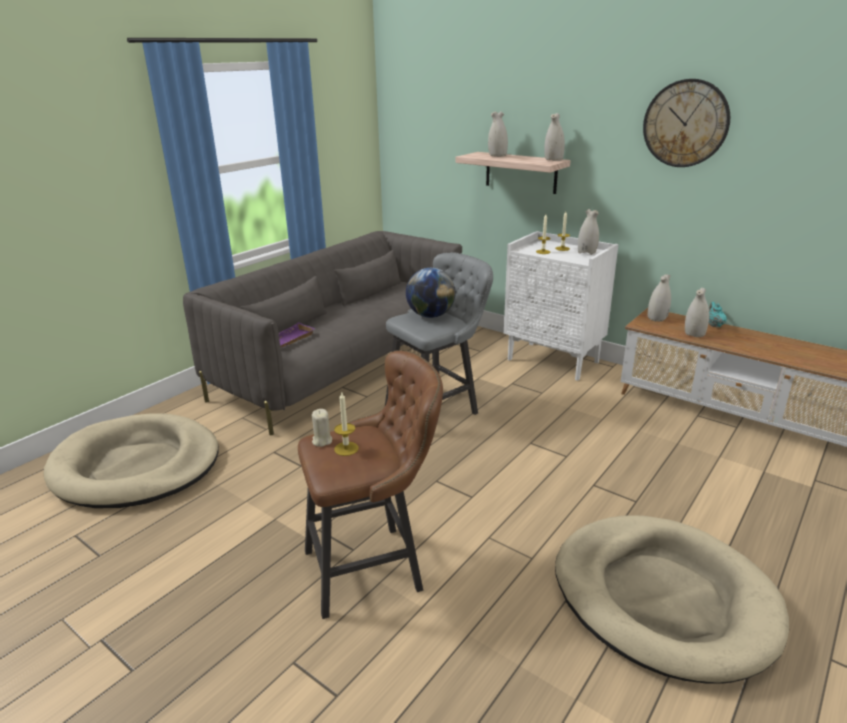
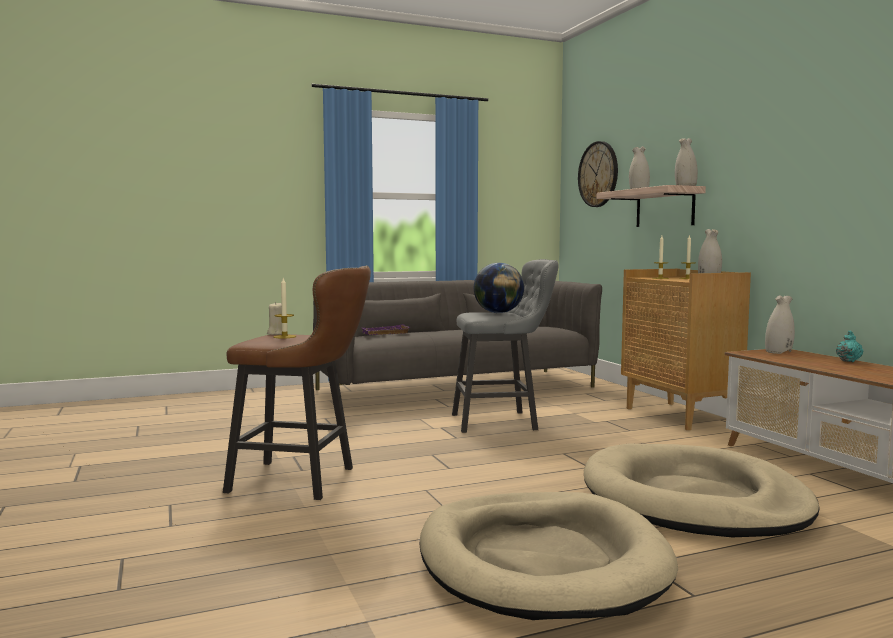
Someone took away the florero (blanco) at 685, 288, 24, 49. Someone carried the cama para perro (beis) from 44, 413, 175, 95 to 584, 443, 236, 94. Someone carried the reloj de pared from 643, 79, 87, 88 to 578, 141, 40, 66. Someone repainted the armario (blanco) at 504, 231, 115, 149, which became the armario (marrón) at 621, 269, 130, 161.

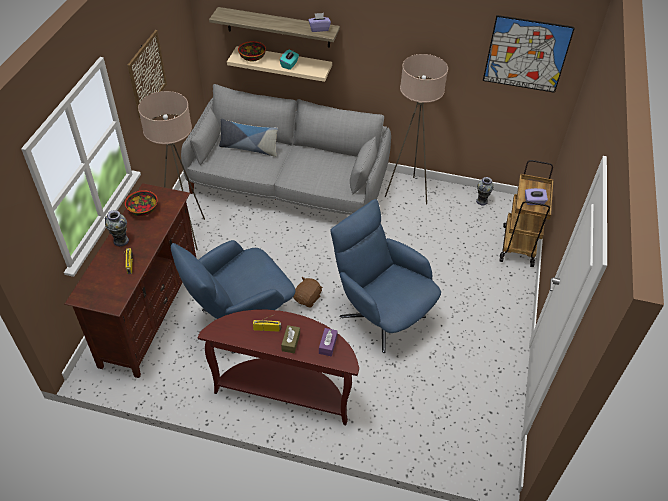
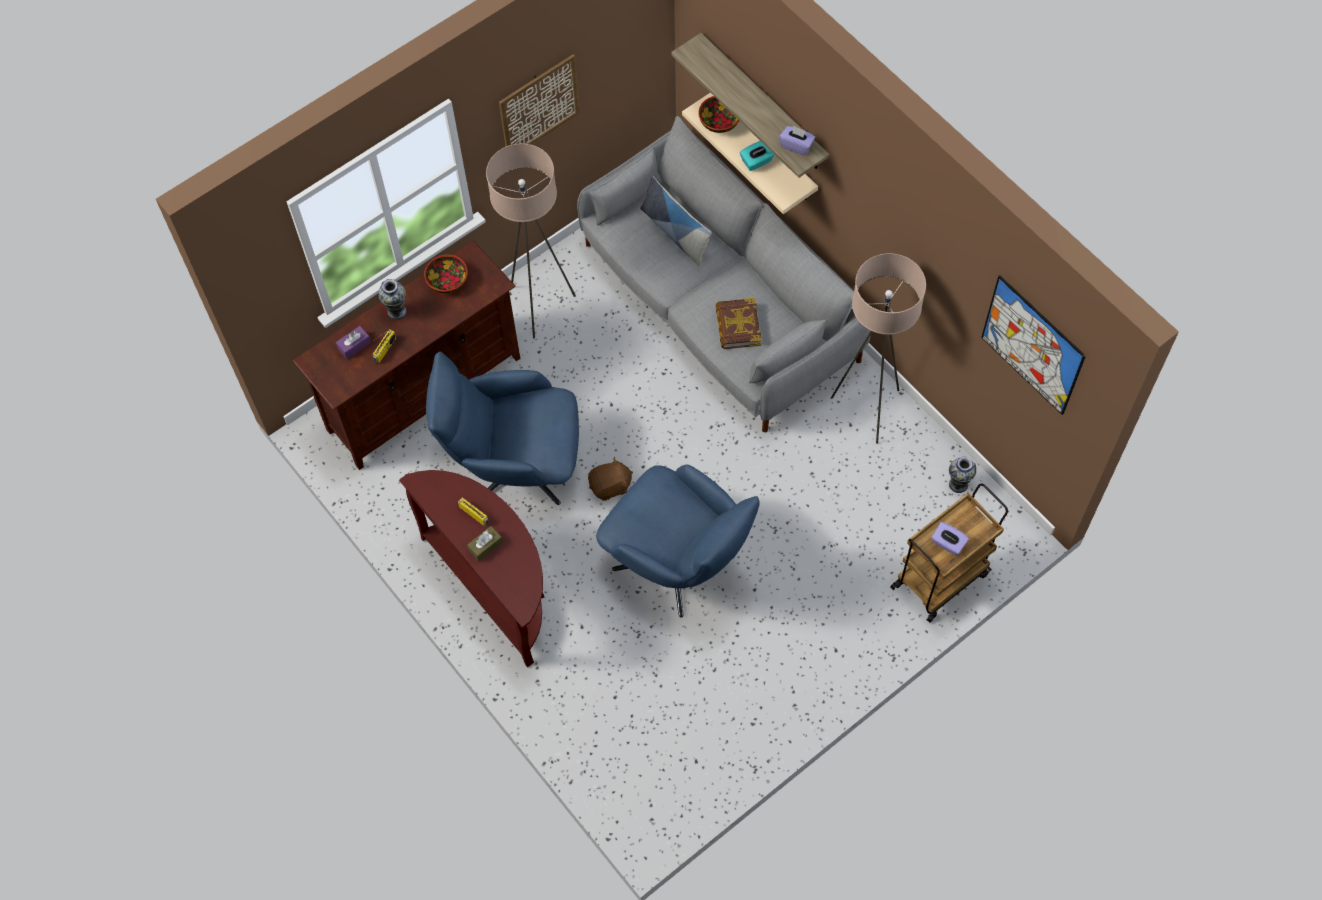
Someone put down the libro at 716, 298, 45, 51. Someone carried the caja de pañuelos (morado) from 319, 328, 19, 28 to 336, 326, 35, 33. Someone rotated the sillón (azul) at 331, 199, 110, 154 by 135 degrees clockwise.

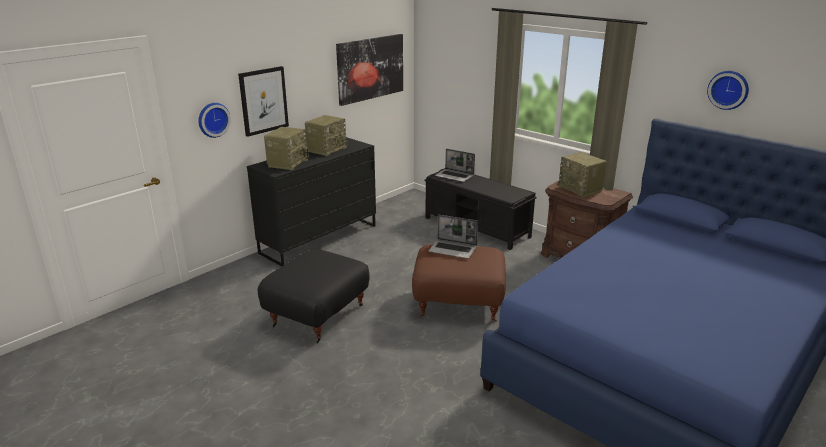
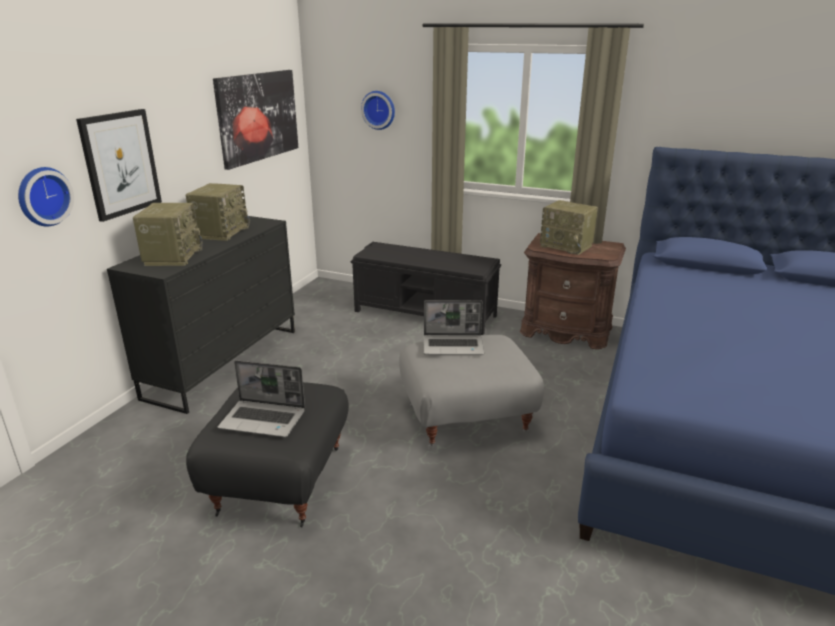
Someone carried the portátil from 435, 149, 40, 33 to 218, 360, 87, 77. Someone carried the reloj de pared from 707, 71, 42, 39 to 361, 91, 34, 39. Someone repainted the puf (marrón) at 412, 244, 94, 78, which became the puf (gris) at 399, 335, 145, 114.

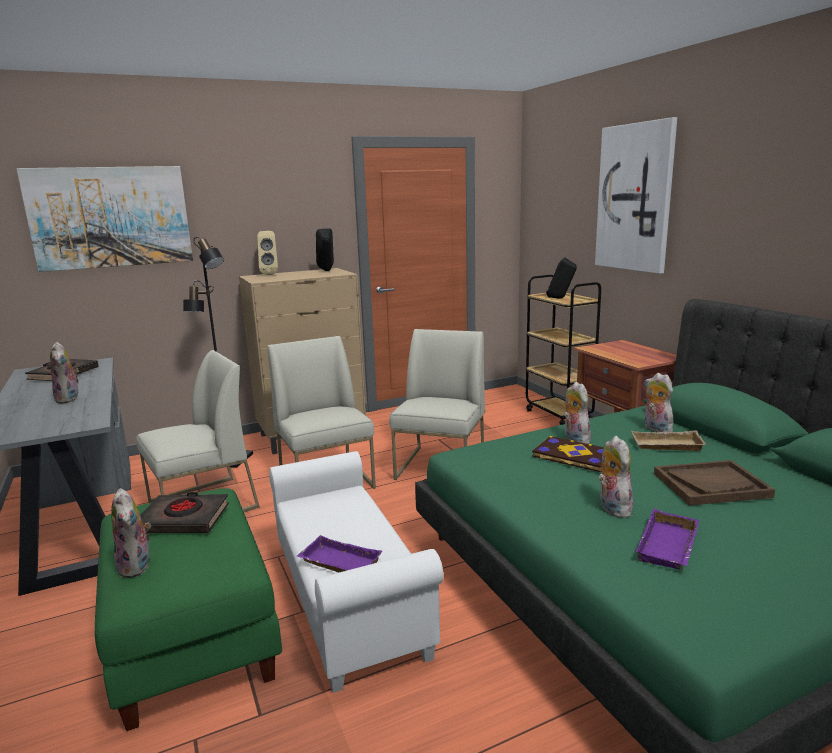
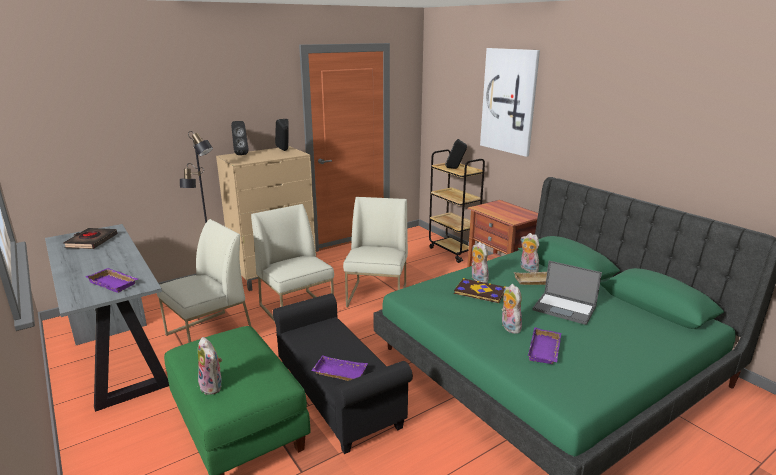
Someone took away the cuadro at 16, 166, 177, 106. Someone took away the peluche at 50, 342, 29, 62. Someone took away the libro (negro) at 140, 492, 89, 41. Someone put down the bandeja (morado) at 85, 268, 53, 25. Someone swapped the bandeja (marrón) at 654, 460, 121, 46 for the portátil at 532, 261, 70, 64. Someone repainted the altavoz (beis) at 258, 231, 20, 44, which became the altavoz (negro) at 231, 121, 18, 34. Someone repainted the puf (blanco) at 269, 451, 174, 242, which became the puf (negro) at 273, 293, 140, 161.

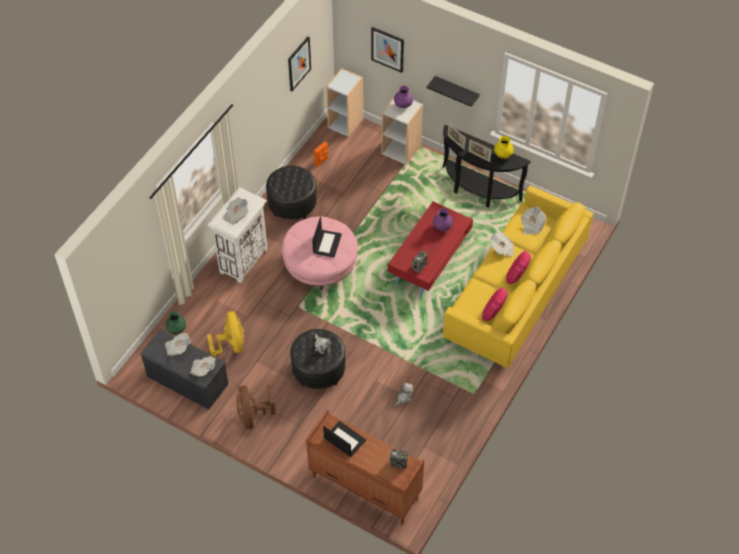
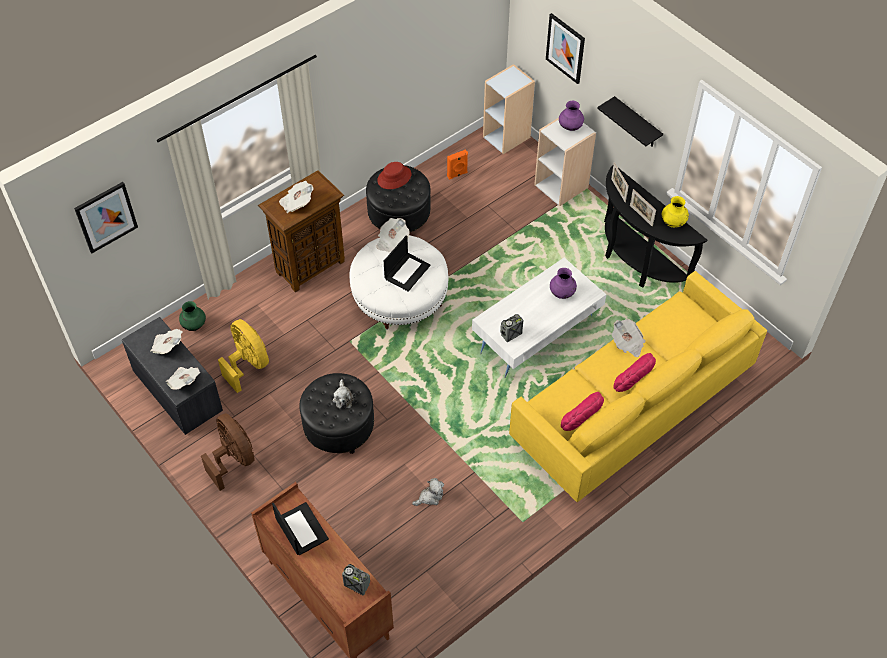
Someone put down the sombrero (rojo) at 377, 162, 34, 27. Someone carried the cuadro from 288, 36, 23, 55 to 74, 182, 64, 71. Someone carried the periódico from 521, 207, 26, 28 to 376, 218, 33, 34. Someone repainted the armario (blanco) at 207, 187, 60, 96, which became the armario (marrón) at 258, 170, 87, 122. Someone repainted the puf (rosa) at 282, 217, 76, 74, which became the puf (blanco) at 349, 235, 100, 95. Someone repainted the mesa de centro (rojo) at 388, 202, 85, 97, which became the mesa de centro (blanco) at 472, 258, 135, 119. Someone rotated the ventilador (amarillo) at 207, 312, 37, 45 by 45 degrees counterclockwise. Someone rotated the ventilador (marrón) at 236, 385, 40, 44 by 135 degrees clockwise.

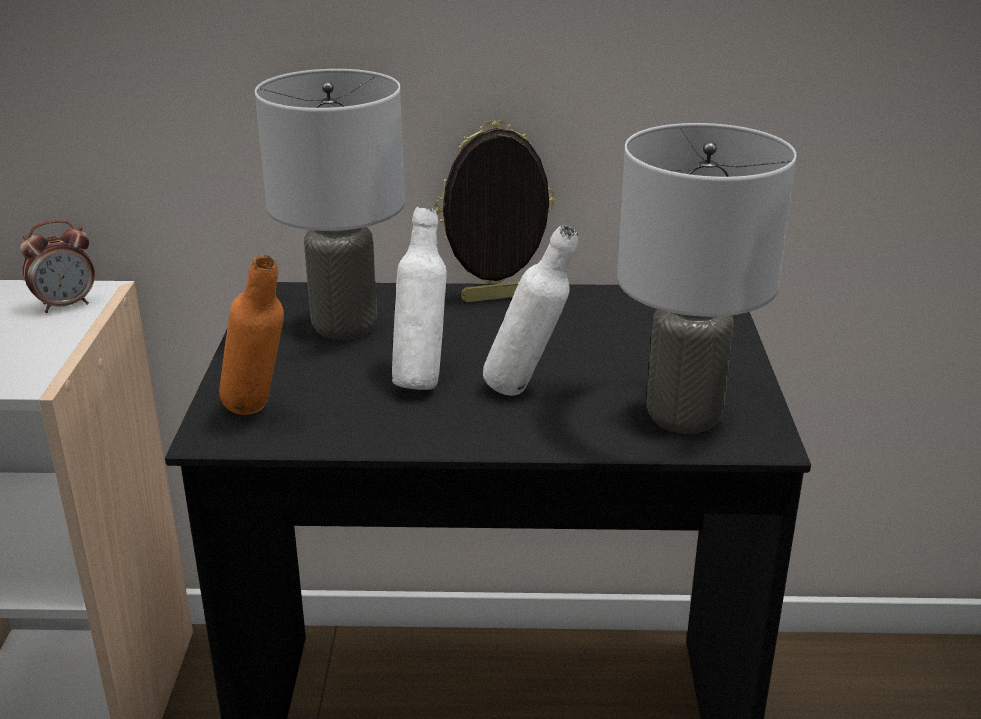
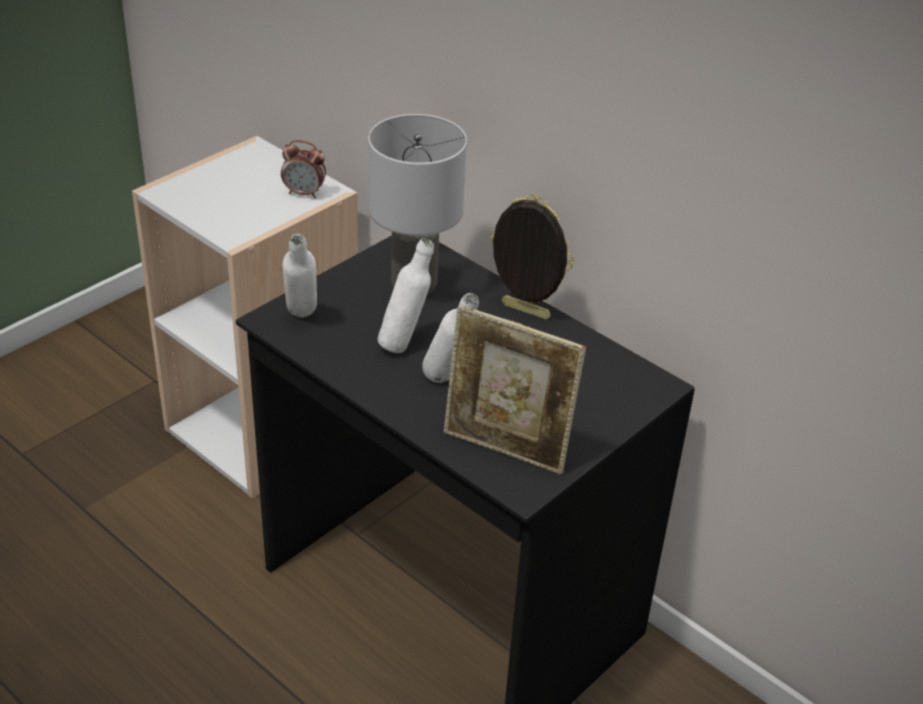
Someone swapped the lámpara de mesa (blanco) at 617, 123, 180, 311 for the portarretratos at 444, 305, 142, 170. Someone repainted the botella (naranja) at 219, 255, 65, 160, which became the botella (blanco) at 283, 234, 34, 83.

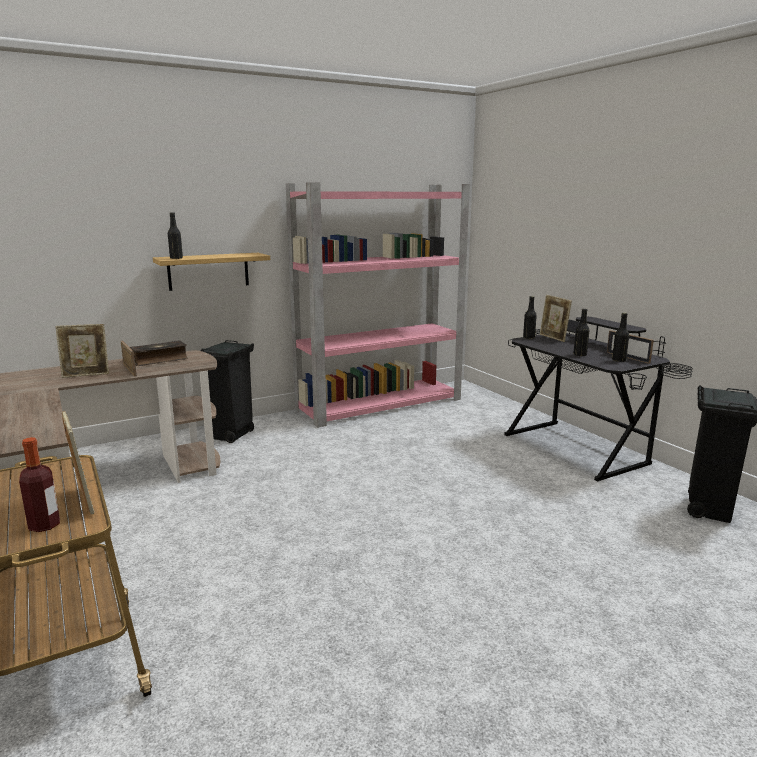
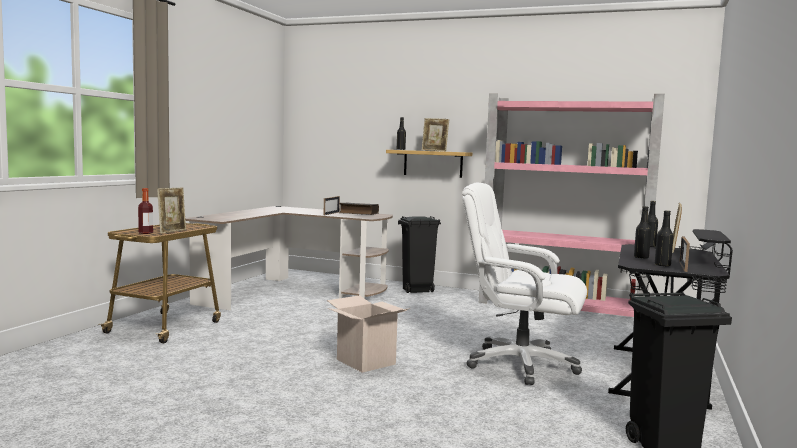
Someone put down the caja de cartón at 327, 295, 83, 78. Someone put down the silla de oficina (blanco) at 462, 183, 125, 202. Someone carried the portarretratos from 55, 324, 54, 54 to 422, 118, 27, 33.

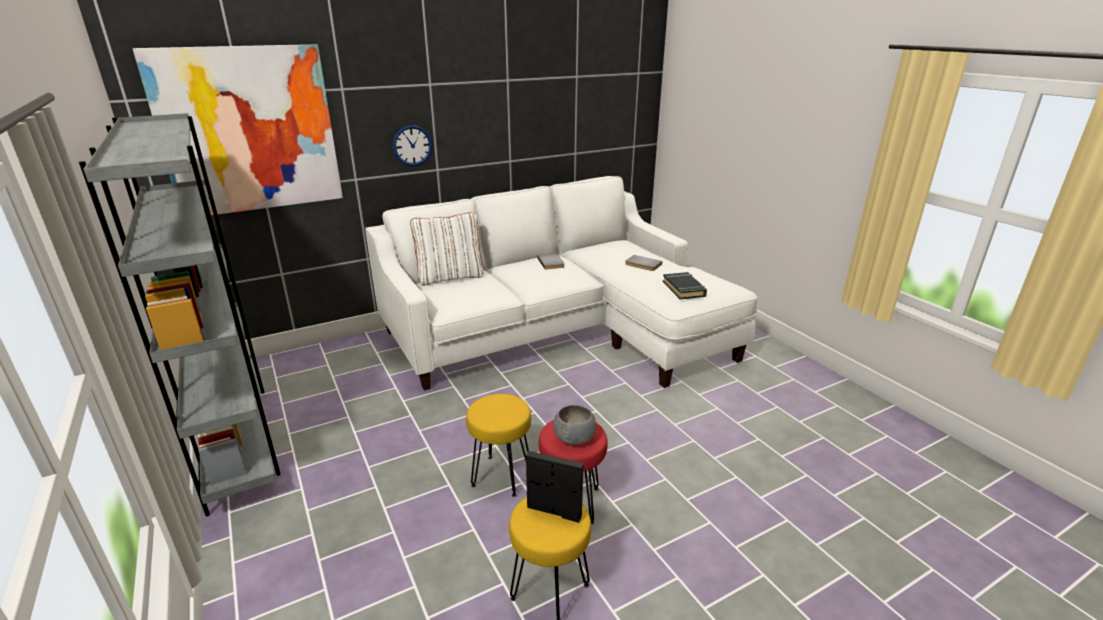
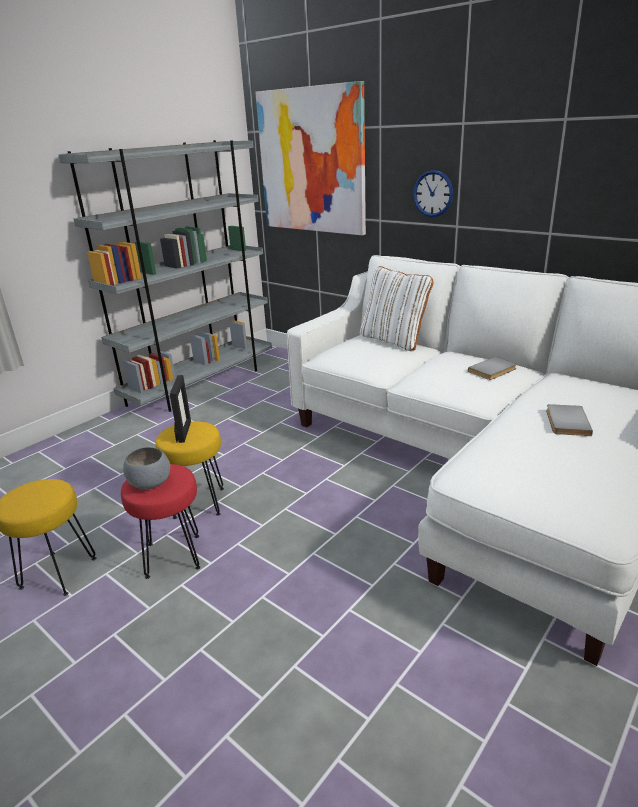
Someone took away the libro (negro) at 663, 272, 44, 27. Someone carried the portarretratos from 526, 451, 57, 72 to 170, 375, 21, 68.

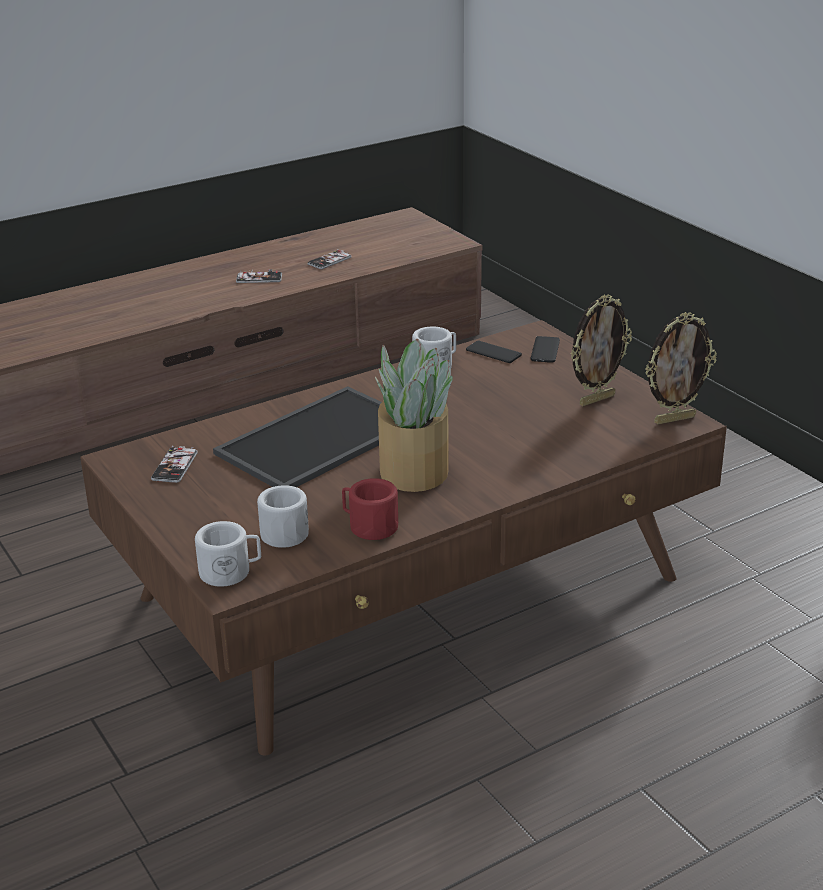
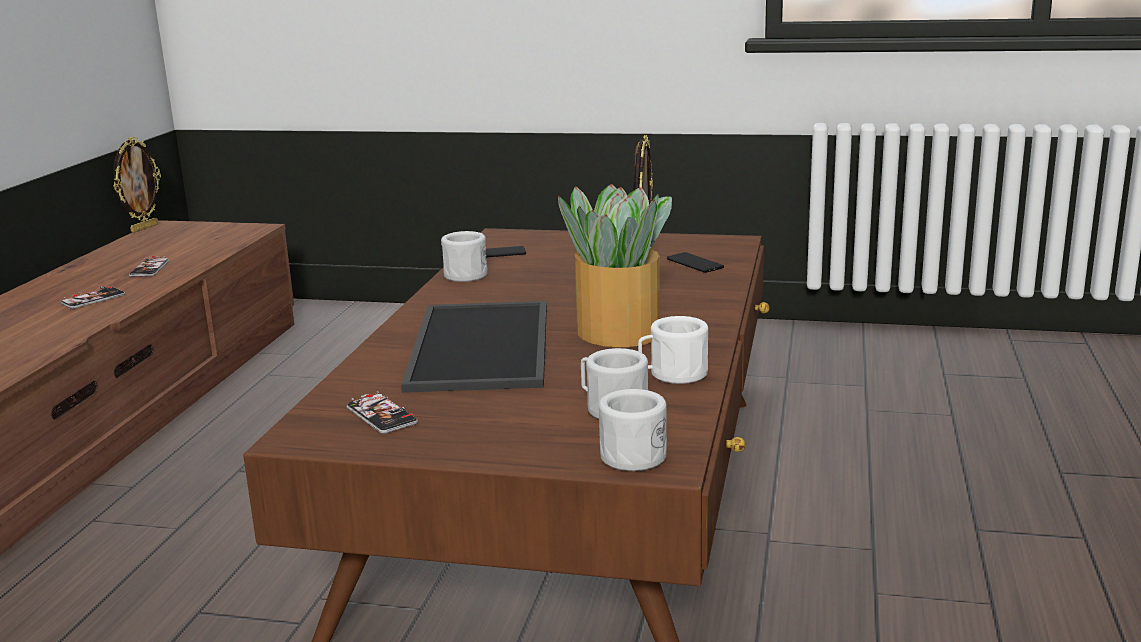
Someone carried the móvil from 531, 336, 29, 27 to 667, 252, 57, 21. Someone carried the portarretratos from 645, 312, 72, 113 to 113, 137, 48, 96. Someone repainted the taza grande (rojo) at 342, 478, 56, 62, which became the taza grande (blanco) at 638, 316, 70, 68.

